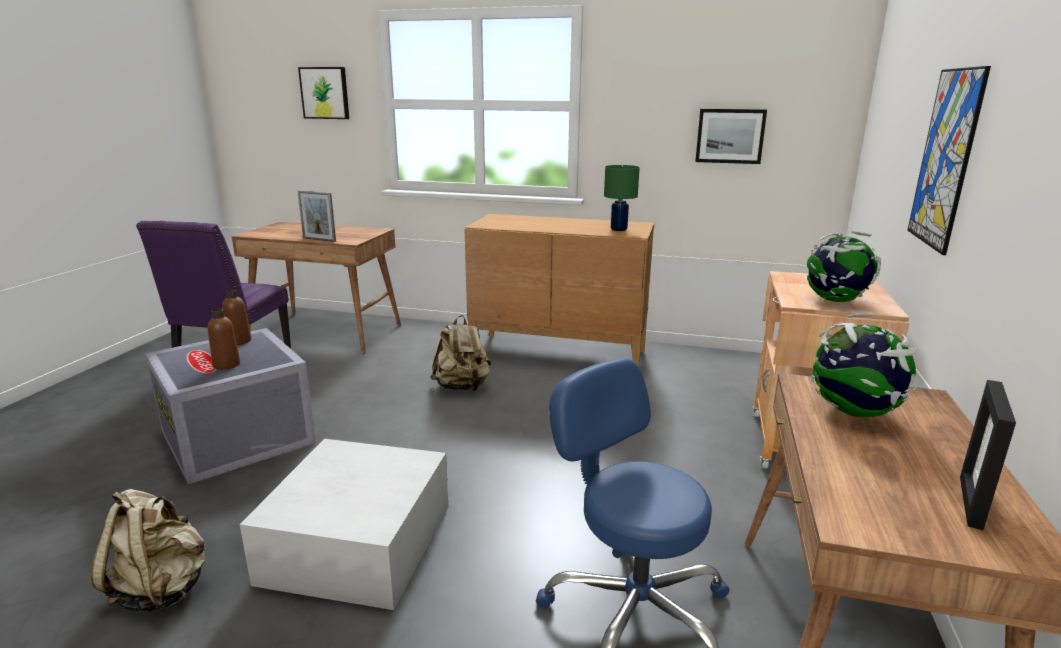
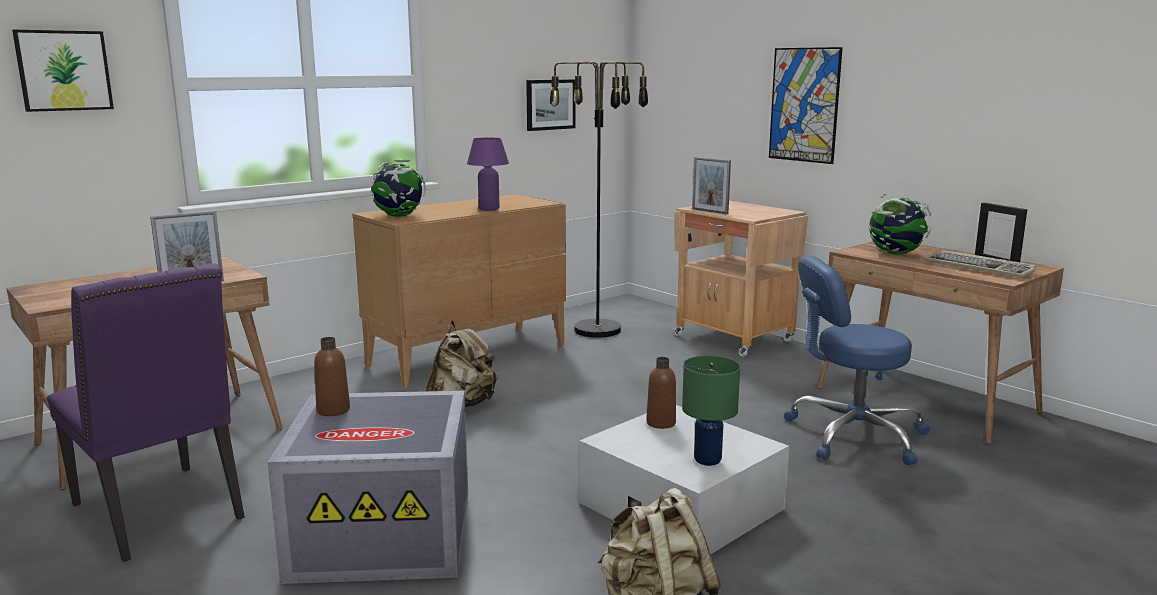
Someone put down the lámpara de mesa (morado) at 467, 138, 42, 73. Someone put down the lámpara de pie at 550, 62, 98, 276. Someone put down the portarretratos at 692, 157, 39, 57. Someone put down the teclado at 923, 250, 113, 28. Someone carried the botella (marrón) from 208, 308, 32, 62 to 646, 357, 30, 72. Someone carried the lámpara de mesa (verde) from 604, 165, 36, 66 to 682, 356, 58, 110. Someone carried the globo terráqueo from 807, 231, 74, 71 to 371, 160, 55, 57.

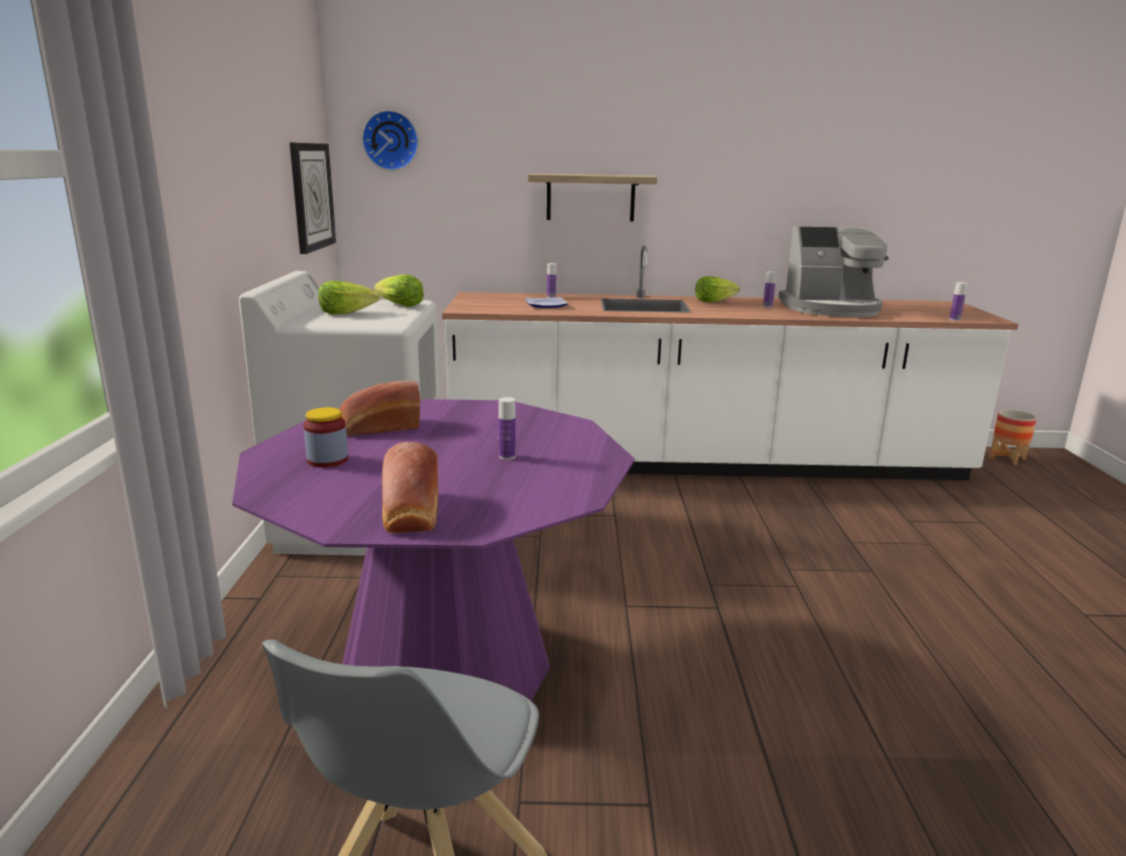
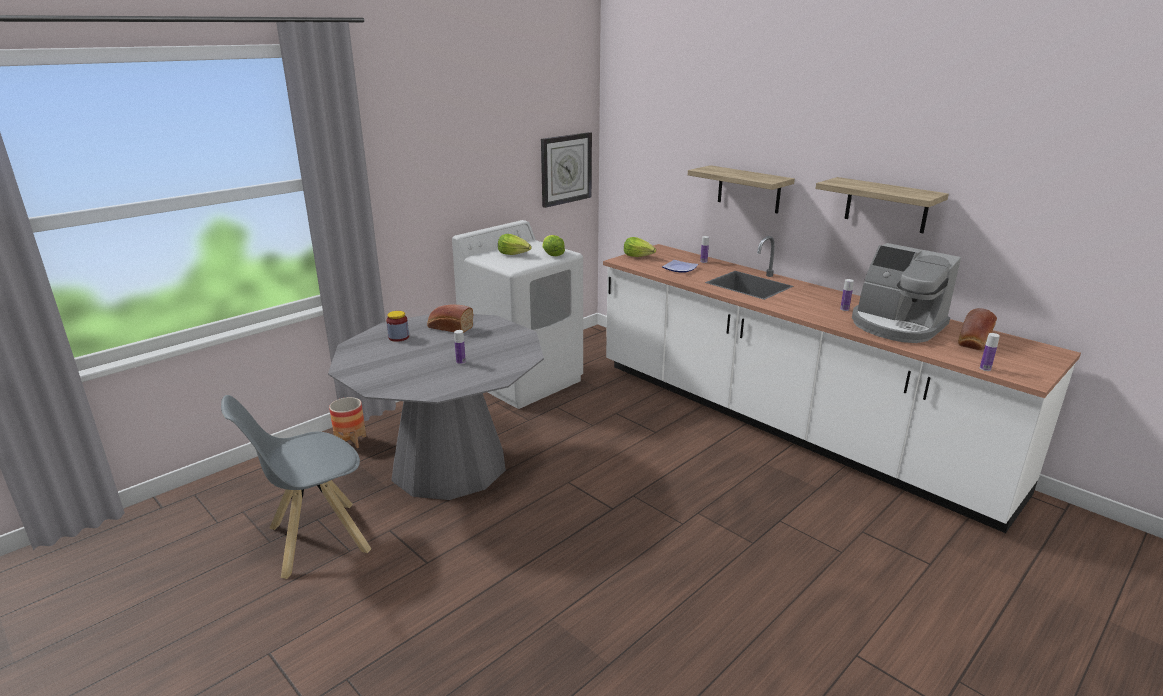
Someone took away the reloj de pared at 362, 110, 57, 61. Someone put up the estante at 815, 177, 134, 56. Someone carried the pan from 382, 442, 56, 91 to 958, 308, 39, 42. Someone carried the lechuga from 695, 276, 45, 26 to 624, 237, 32, 20. Someone carried the maceta from 989, 410, 48, 55 to 329, 397, 37, 51. Someone repainted the mesa de comedor (morado) at 232, 399, 403, 302, which became the mesa de comedor (gris) at 328, 314, 216, 186.

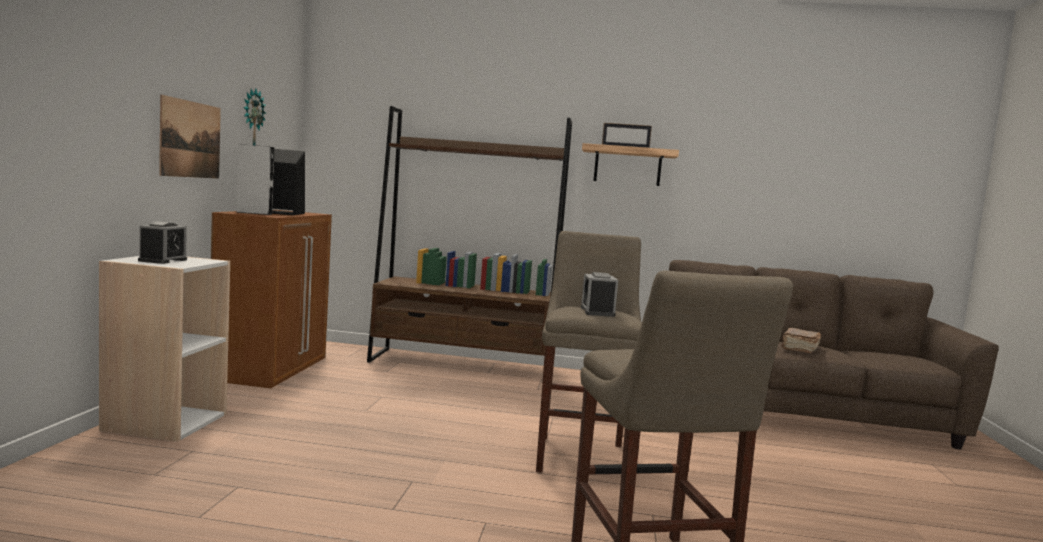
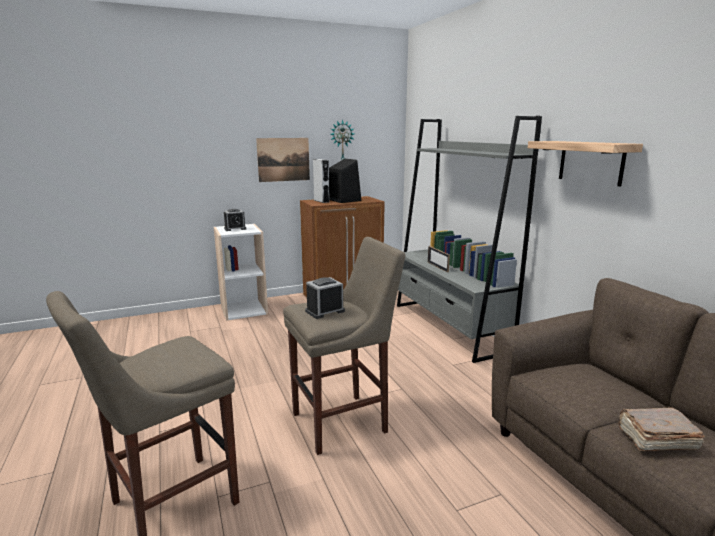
Someone carried the portarretratos from 602, 123, 50, 25 to 428, 246, 22, 26. Someone repainted the estantería (marrón) at 367, 106, 205, 277, which became the estantería (gris) at 397, 116, 145, 247.

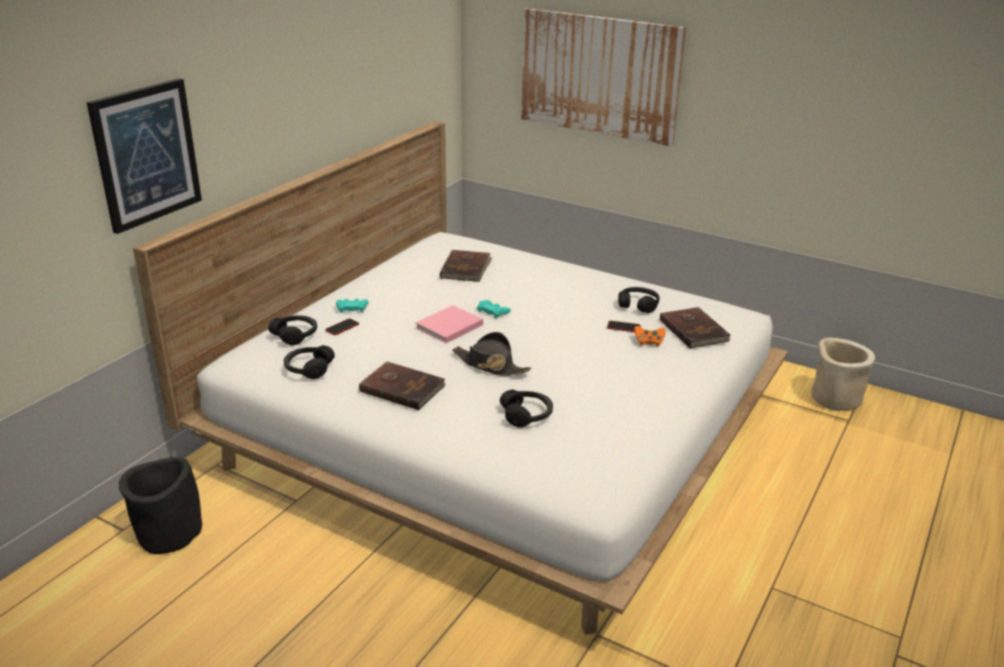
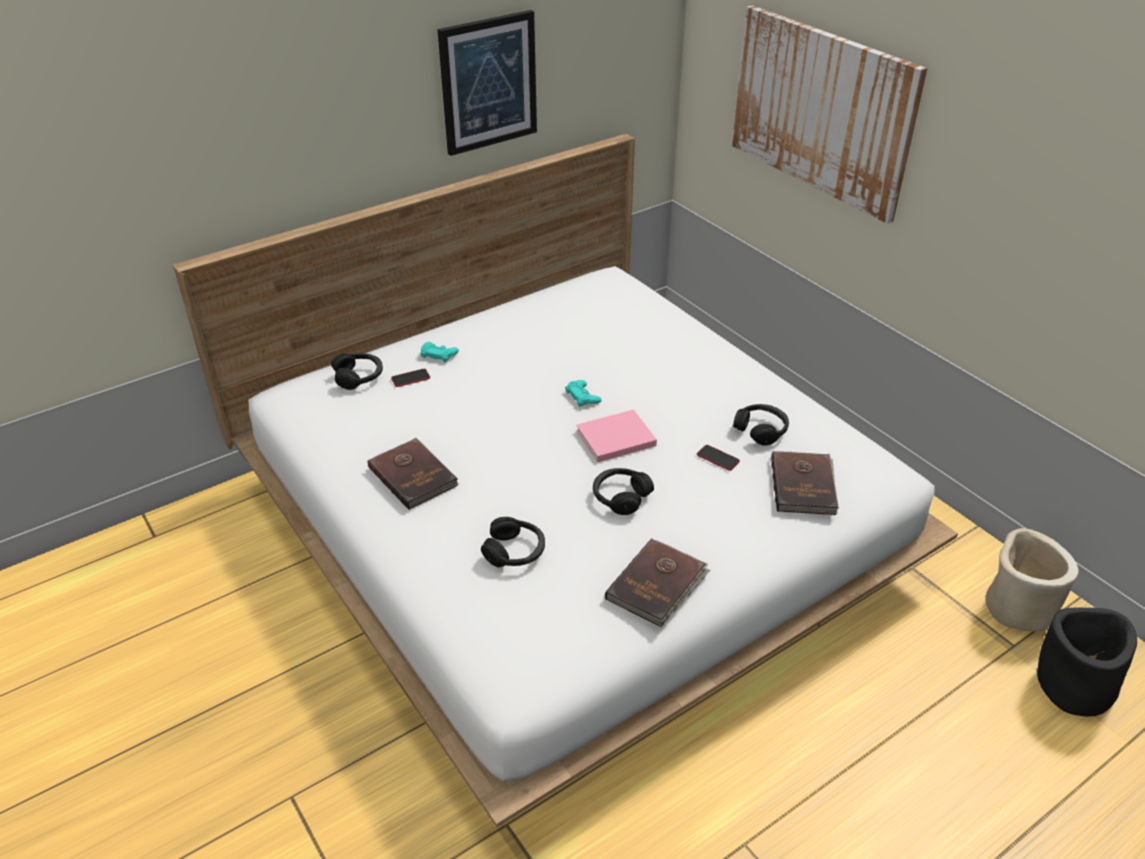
Someone took away the sombrero (negro) at 452, 332, 79, 44. Someone took away the mando de consola (naranja) at 634, 326, 32, 21. Someone carried the cuadro from 87, 78, 115, 156 to 437, 10, 100, 146. Someone carried the maceta (negro) from 119, 457, 83, 97 to 1037, 607, 100, 109. Someone carried the auriculares (negro) from 284, 345, 51, 34 to 593, 468, 61, 47. Someone carried the libro (rosa) from 415, 305, 68, 38 to 576, 409, 81, 53. Someone carried the libro (marrón) from 440, 250, 53, 32 to 605, 538, 105, 89.

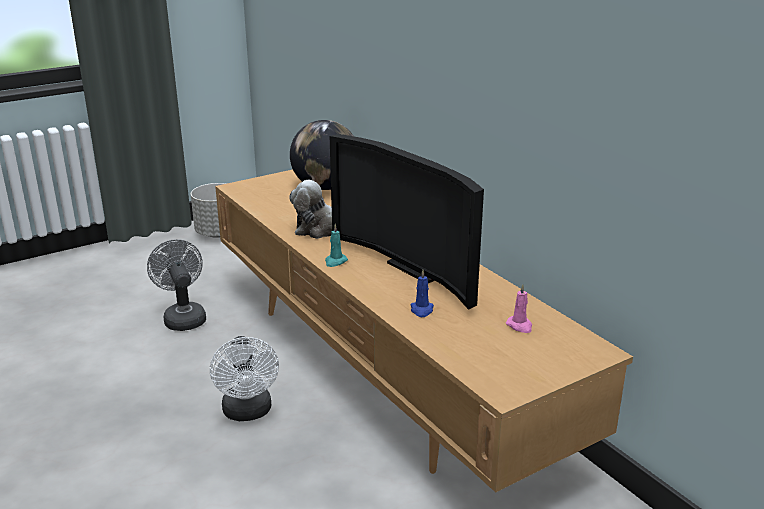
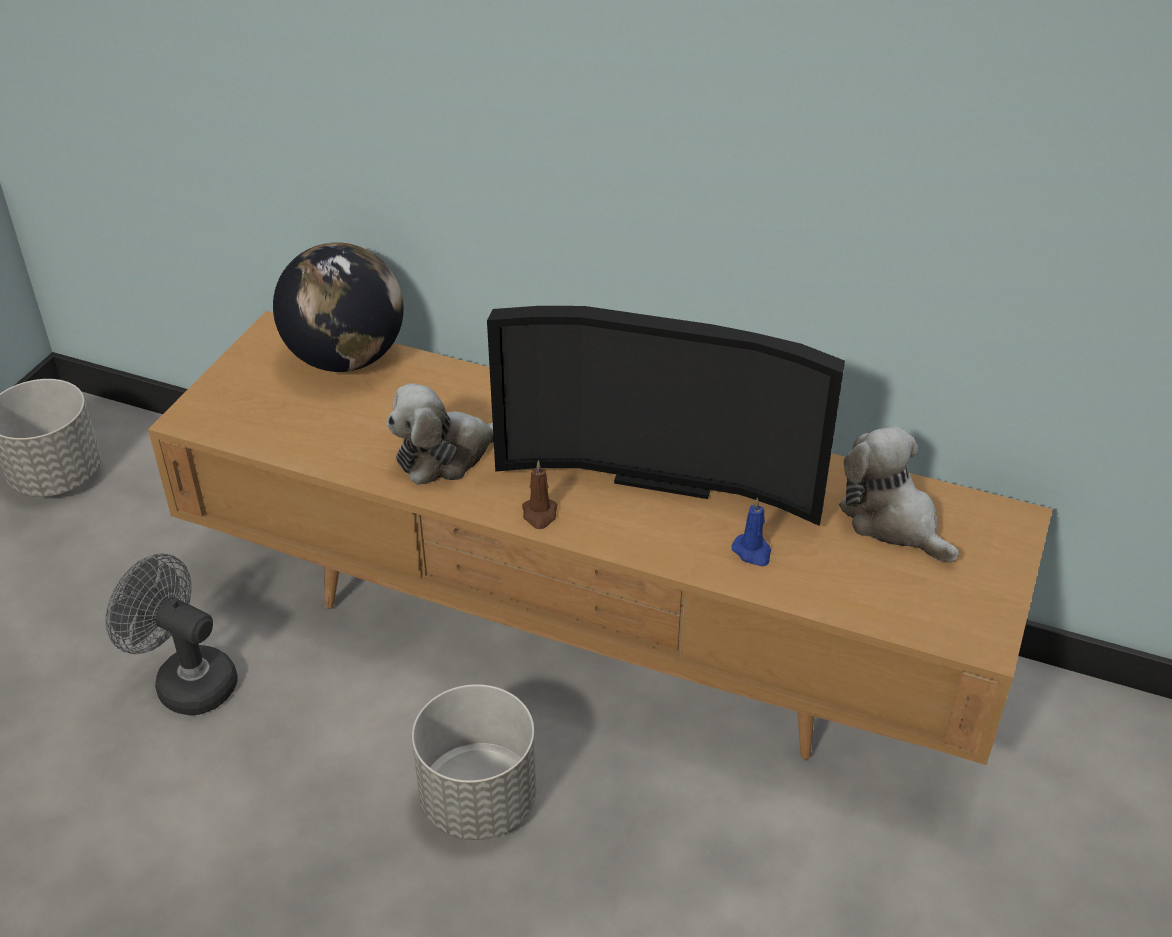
Someone swapped the ventilador (blanco) at 210, 336, 69, 85 for the maceta (gris) at 412, 684, 125, 156. Someone swapped the vela (rosa) at 506, 284, 26, 49 for the peluche at 839, 426, 120, 136. Someone repainted the vela (turquesa) at 325, 224, 23, 43, which became the vela (marrón) at 522, 460, 36, 69.

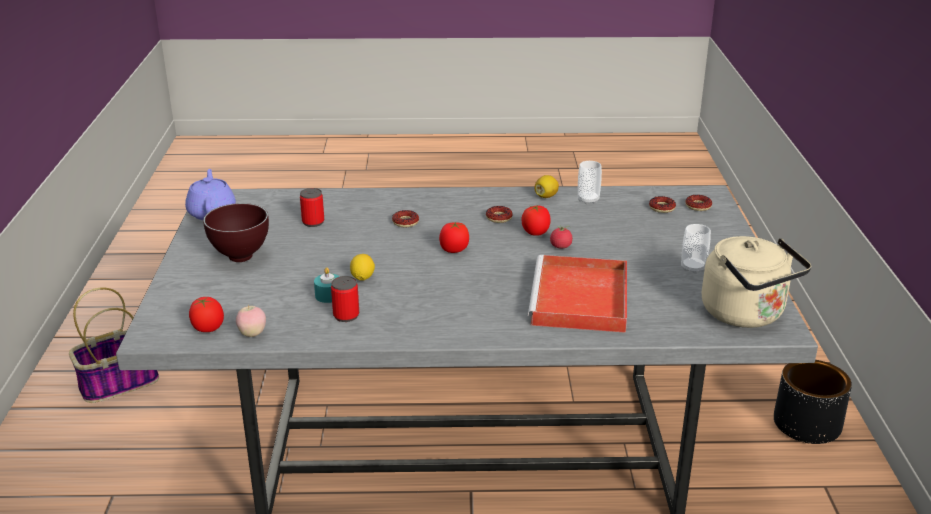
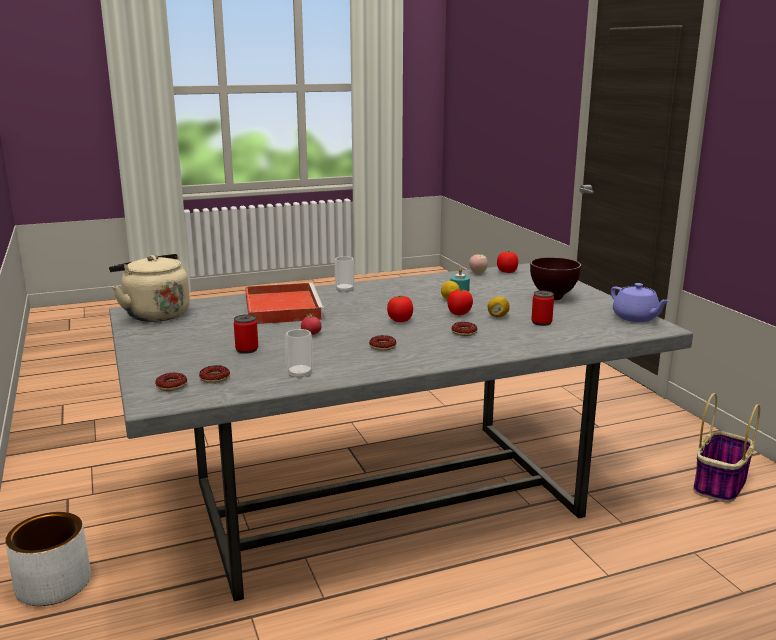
Someone carried the lata from 331, 276, 28, 46 to 234, 314, 24, 40. Someone carried the tomate from 522, 204, 29, 32 to 447, 289, 26, 26. Someone carried the limón from 535, 175, 24, 23 to 488, 297, 22, 21. Someone carried the taza from 681, 224, 30, 50 to 335, 256, 19, 37. Someone repainted the maceta (negro) at 774, 360, 78, 84, which became the maceta (blanco) at 5, 512, 86, 94.

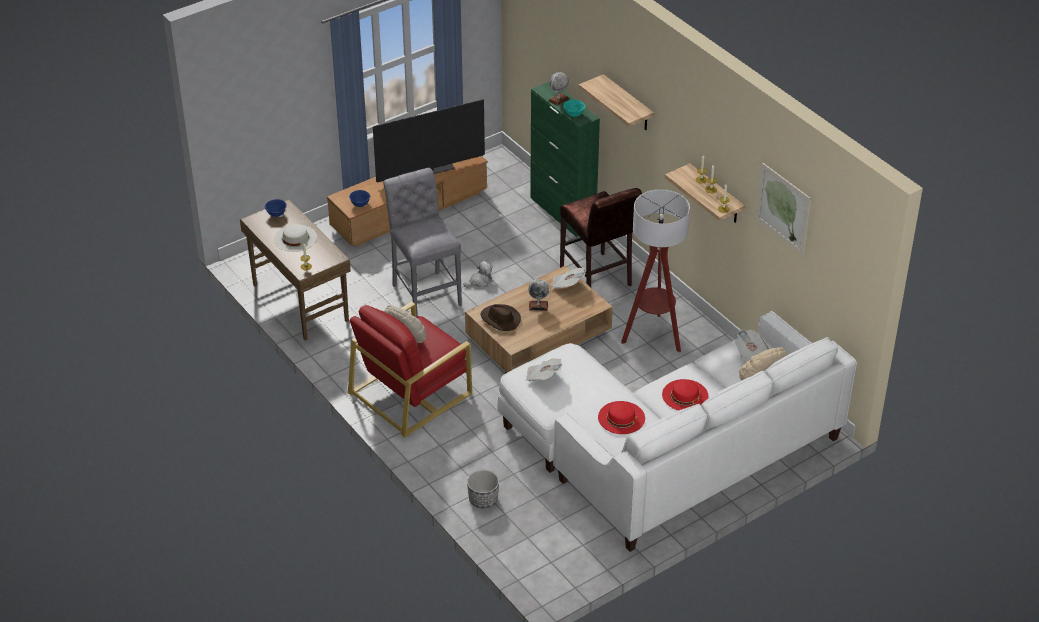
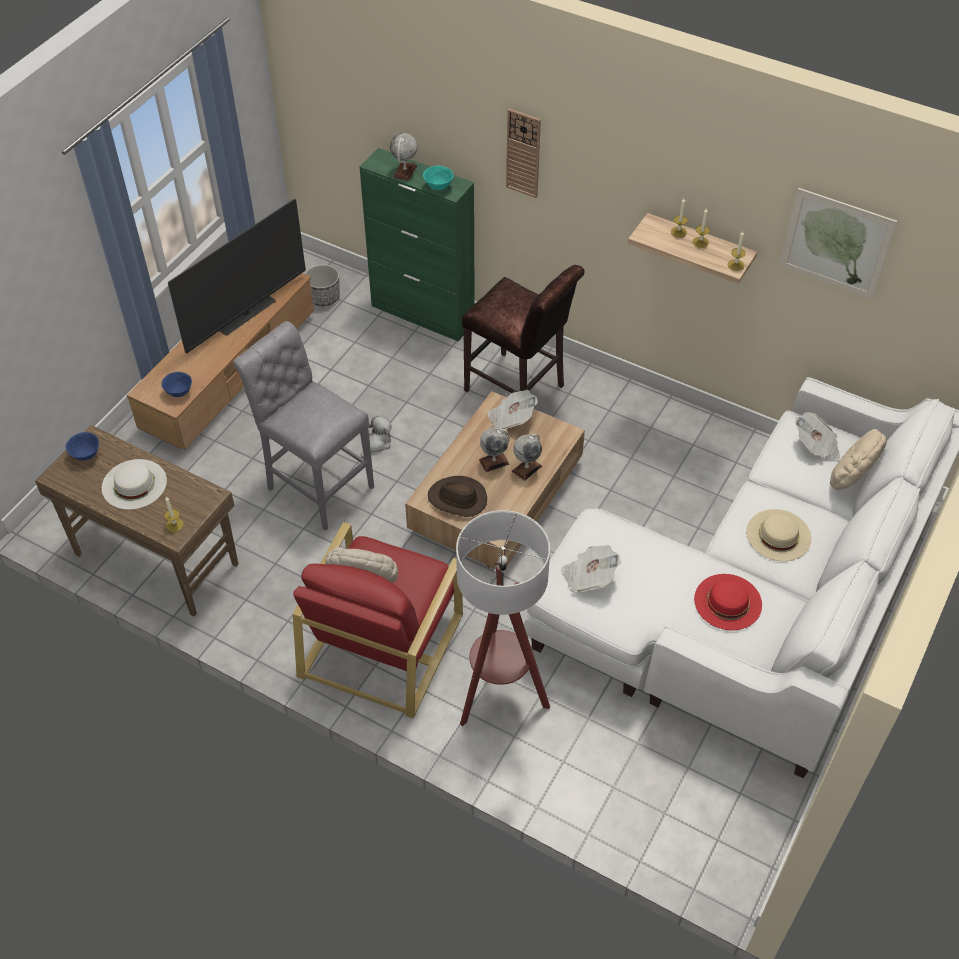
Someone put down the globo terráqueo at 512, 434, 30, 47. Someone carried the maceta from 467, 470, 32, 38 to 305, 264, 35, 42. Someone carried the lámpara de pie from 621, 189, 69, 163 to 456, 510, 94, 216. Someone swapped the estante at 579, 74, 75, 56 for the reloj de pared at 506, 109, 35, 89. Someone repainted the sombrero (rojo) at 662, 379, 47, 32, which became the sombrero (beis) at 746, 509, 65, 52.

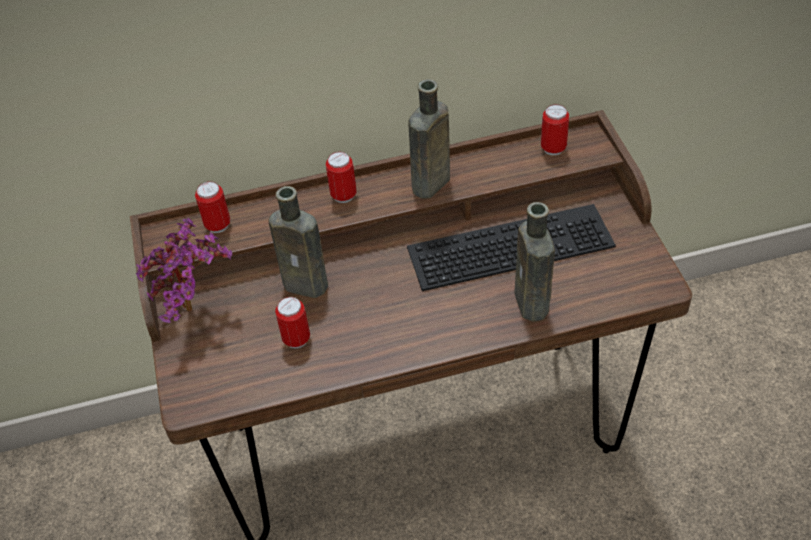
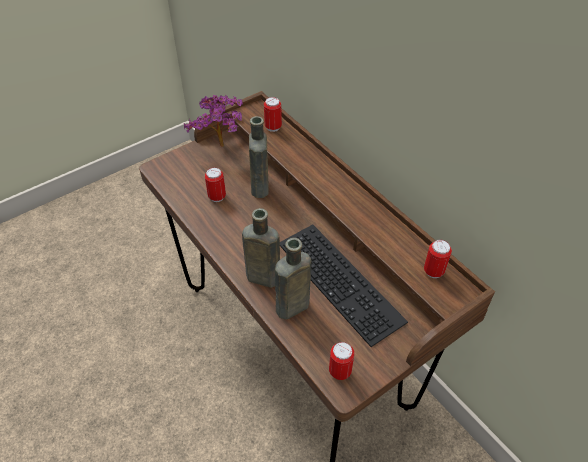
Someone carried the lata from 326, 152, 30, 51 to 329, 342, 25, 38. Someone carried the botella (marrón) from 408, 79, 42, 120 to 242, 208, 38, 80.

